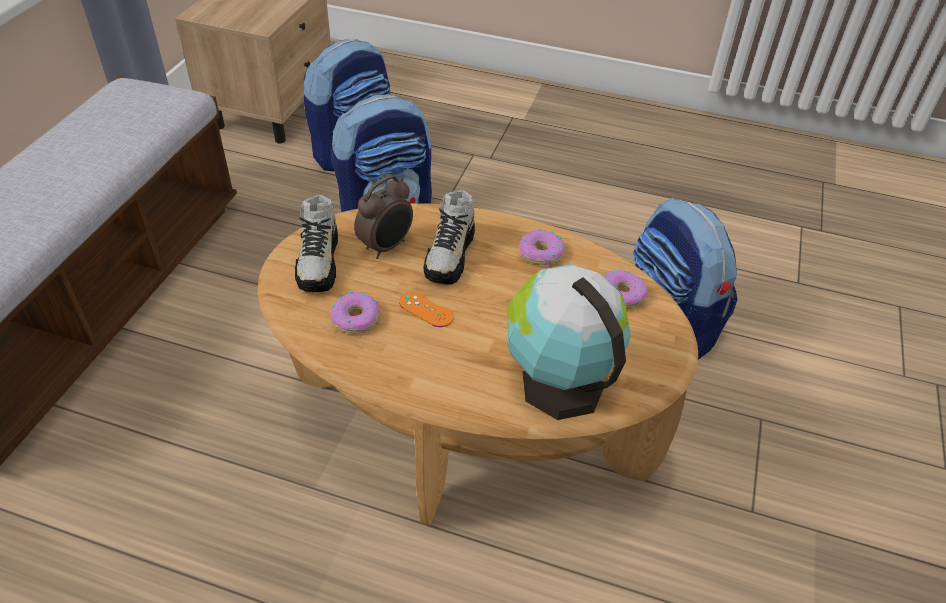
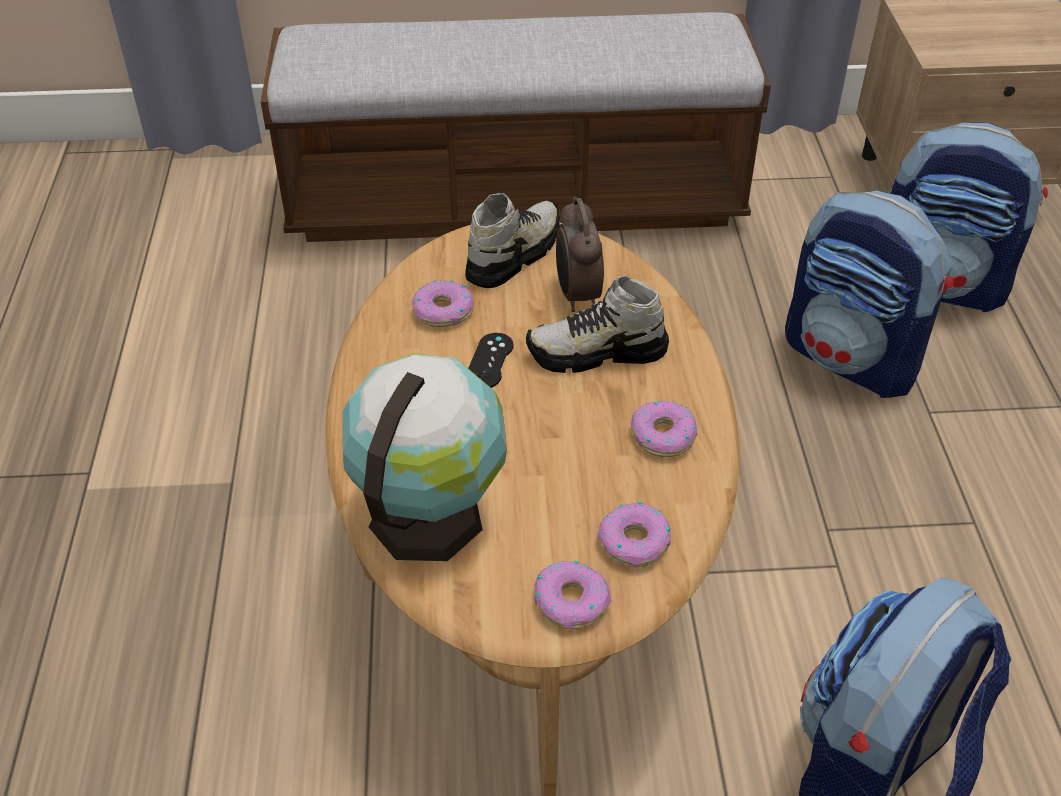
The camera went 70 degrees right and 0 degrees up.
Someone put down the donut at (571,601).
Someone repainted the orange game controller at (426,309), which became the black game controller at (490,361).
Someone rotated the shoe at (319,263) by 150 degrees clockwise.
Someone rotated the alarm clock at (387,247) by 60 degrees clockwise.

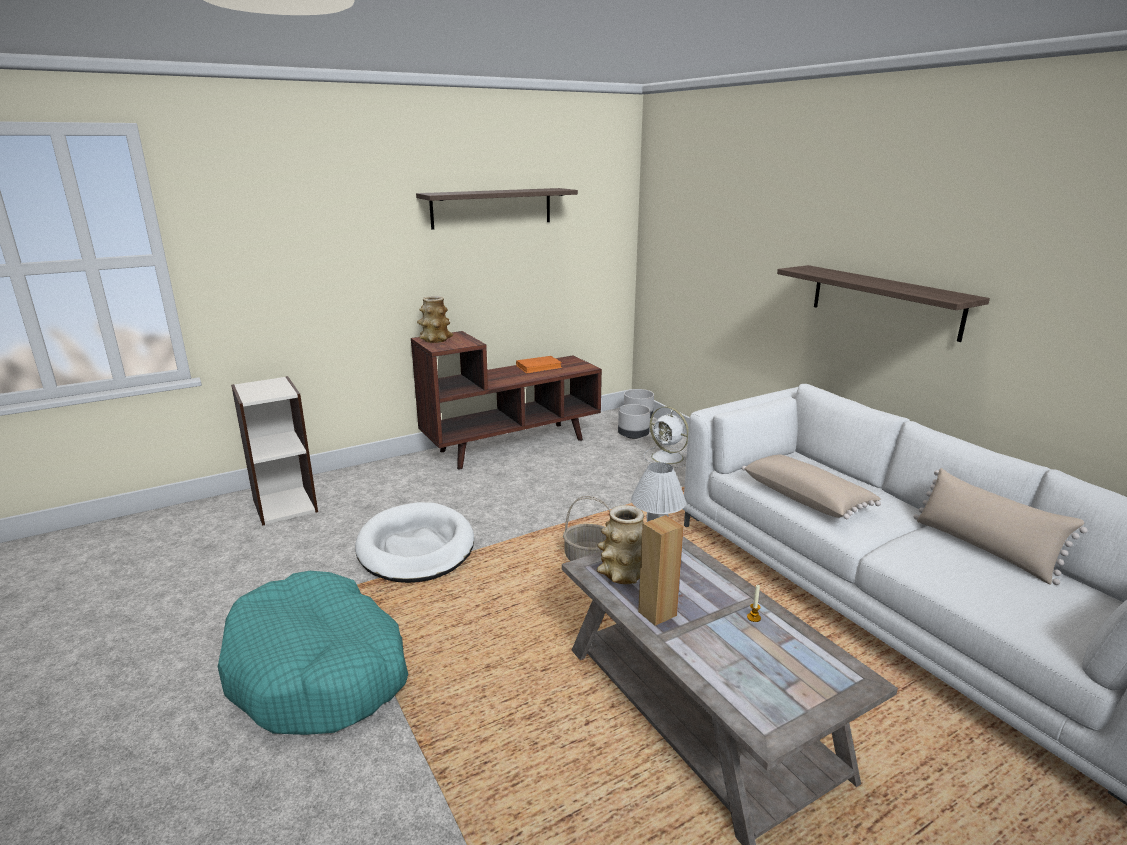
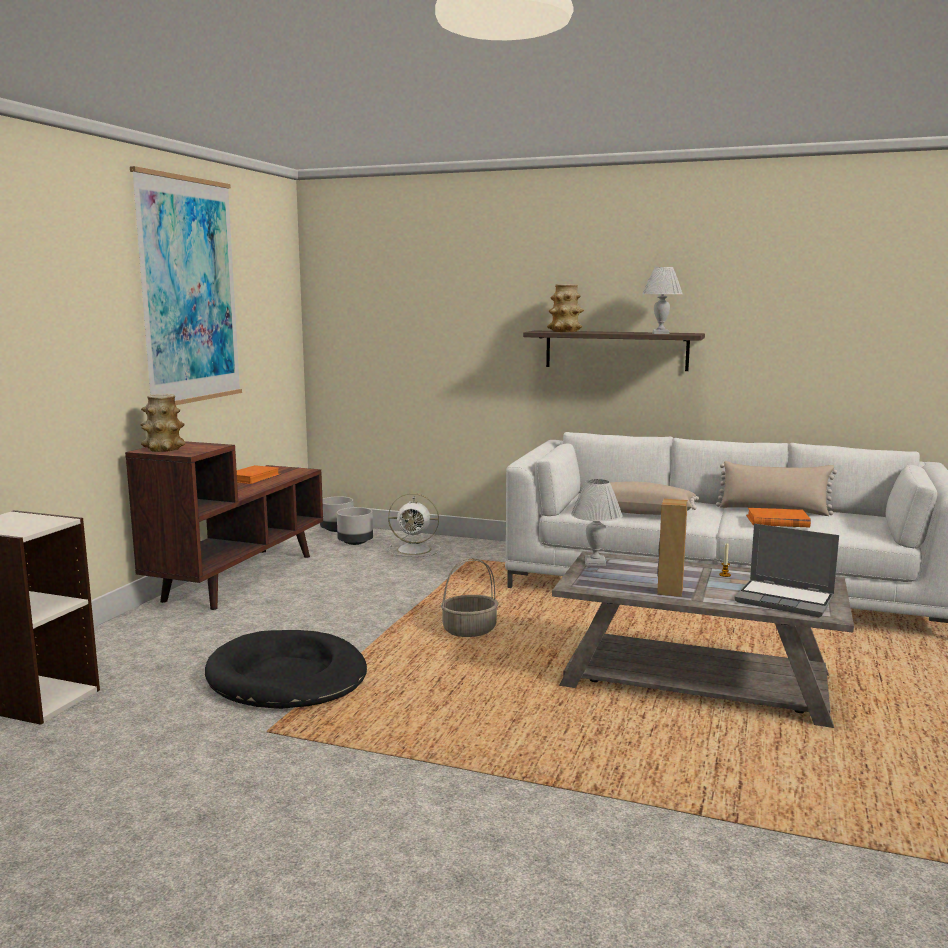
The camera went 40 degrees left and 10 degrees down.
Someone took away the turquoise dog bed at (319,671).
Someone put down the white table lamp at (661,333).
Someone put down the laptop at (786,600).
Someone put down the orange book at (777,521).
Someone carried the vase from (623,574) to (565,331).
Someone swapped the shelf at (492,208) for the picture at (189,291).
Someone repainted the white dog bed at (416,548), which became the black dog bed at (287,677).

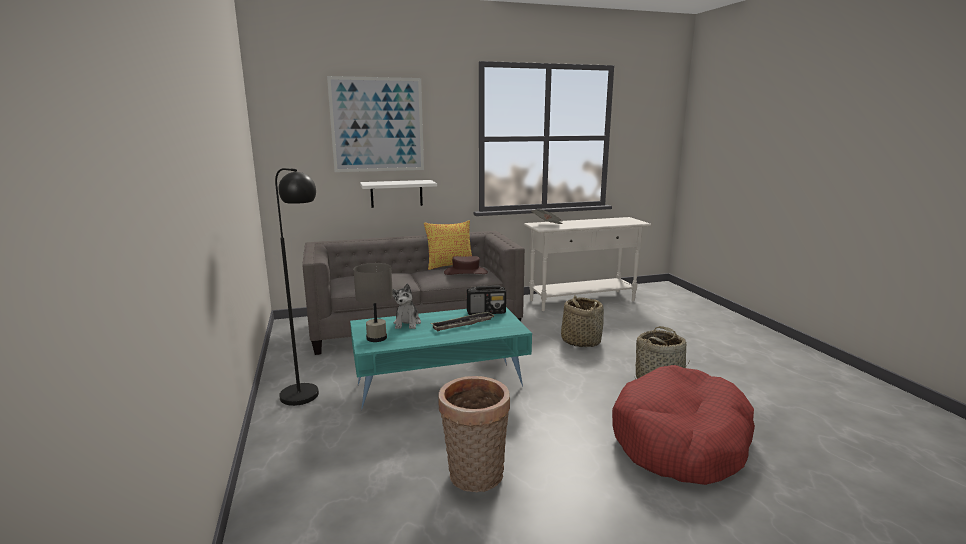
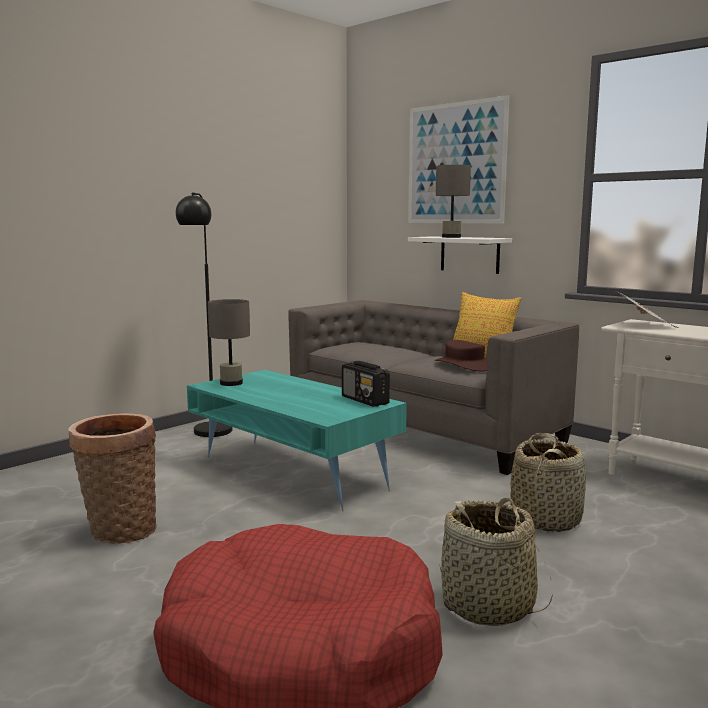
The camera went 60 degrees right and 5 degrees down.
Someone took away the plush toy at (407,323).
Someone took away the tray at (463,324).
Someone put down the grey table lamp at (451,237).

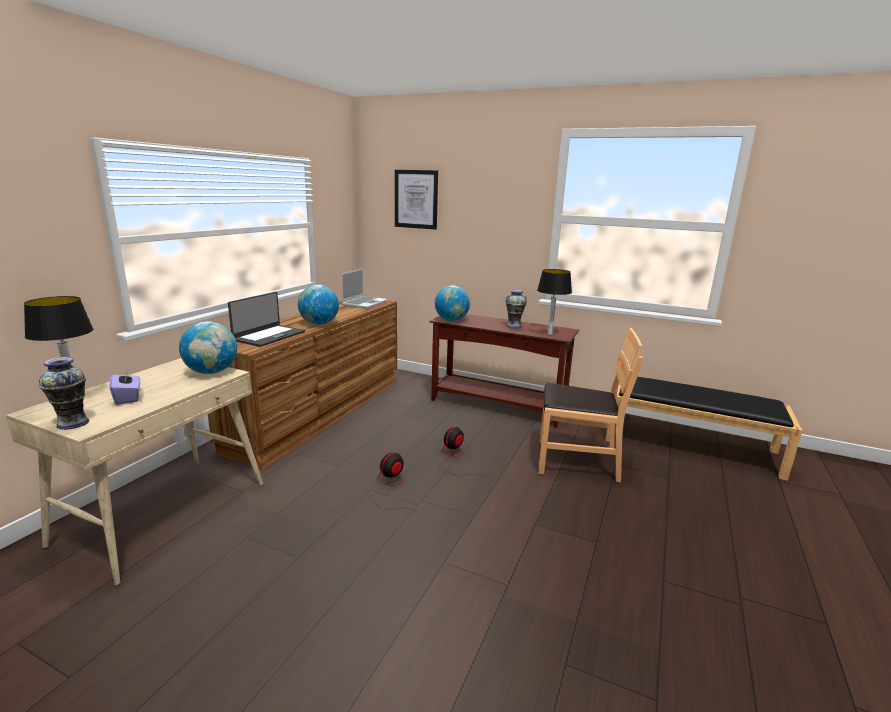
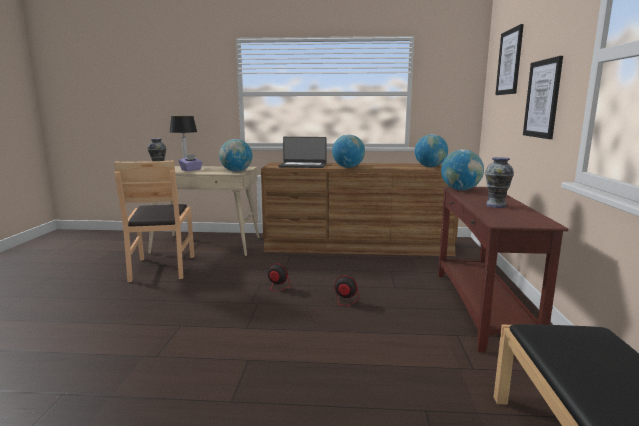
The camera went 70 degrees right and 5 degrees down.
Someone took away the table lamp at (550,334).
Someone put up the picture at (542,99).
Someone carried the brown chair from (577,461) to (162,268).
Someone swapped the laptop at (364,303) for the globe at (430,167).

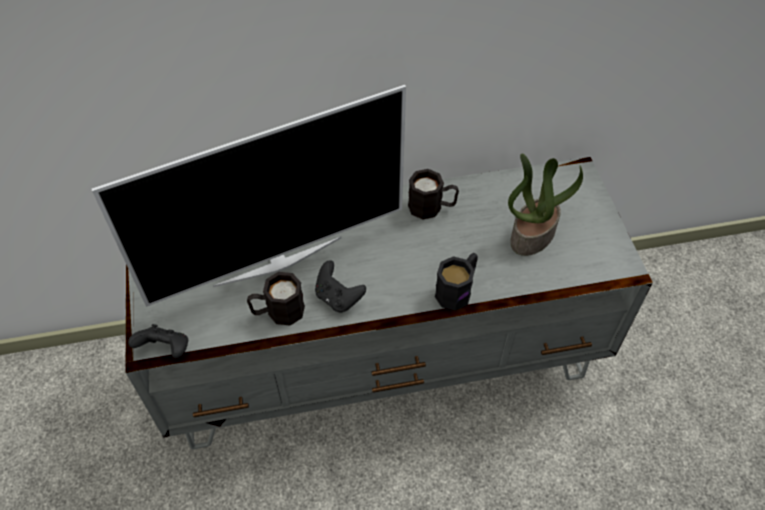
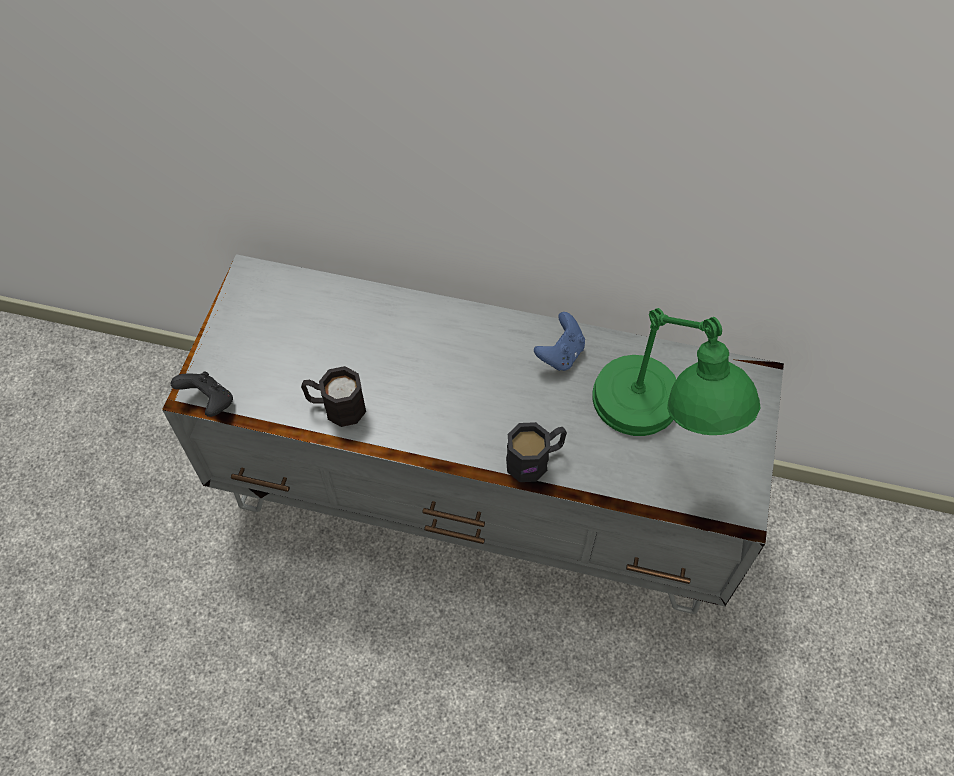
The camera went 25 degrees right and 5 degrees up.
Someone took away the television at (277,260).
Someone took away the black game controller at (338,298).
Someone swapped the black mug at (432,207) for the blue game controller at (560,354).
Someone swapped the potted plant at (532,234) for the green table lamp at (656,430).

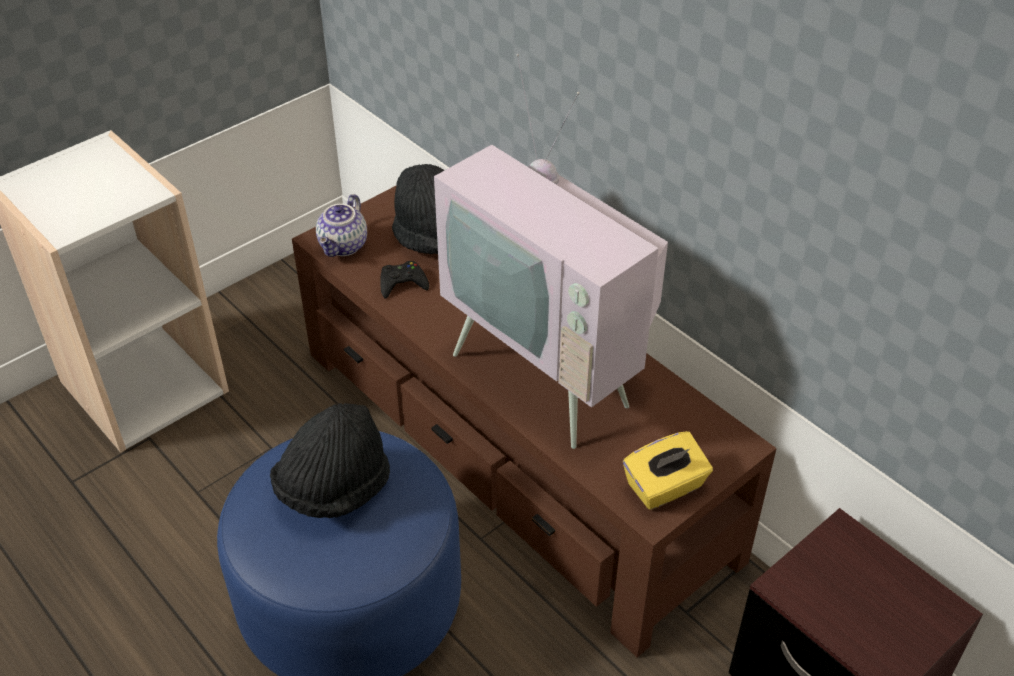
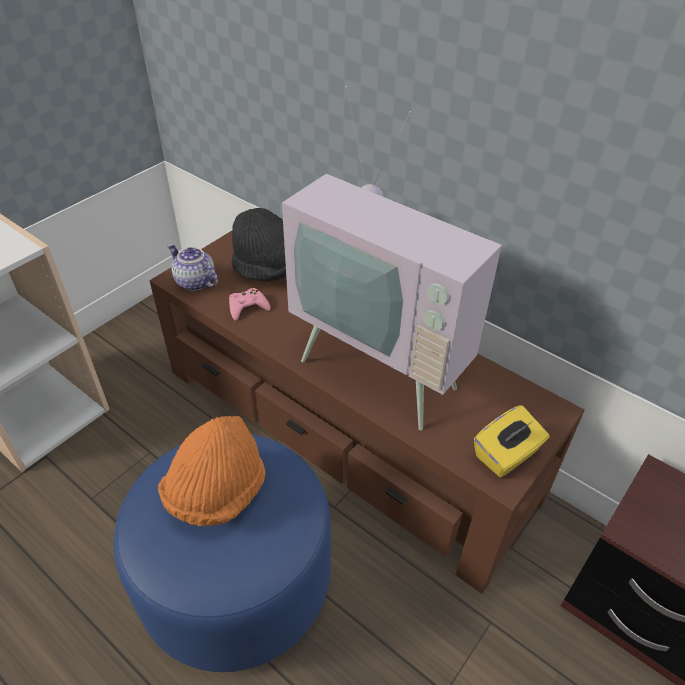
The camera went 10 degrees left and 0 degrees up.
Someone repainted the black hat at (334,488), which became the orange hat at (217,492).
Someone repainted the black game controller at (402,283), which became the pink game controller at (247,307).
Someone rotated the teapot at (344,246) by 120 degrees clockwise.

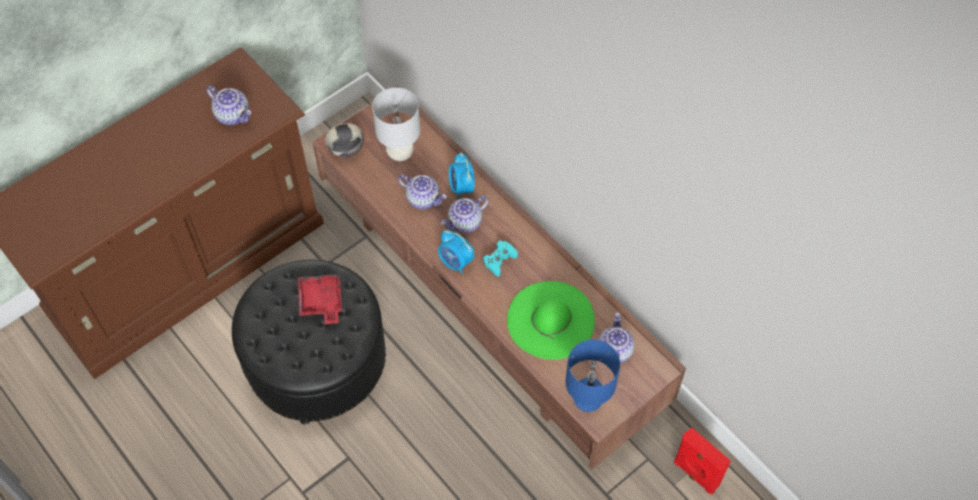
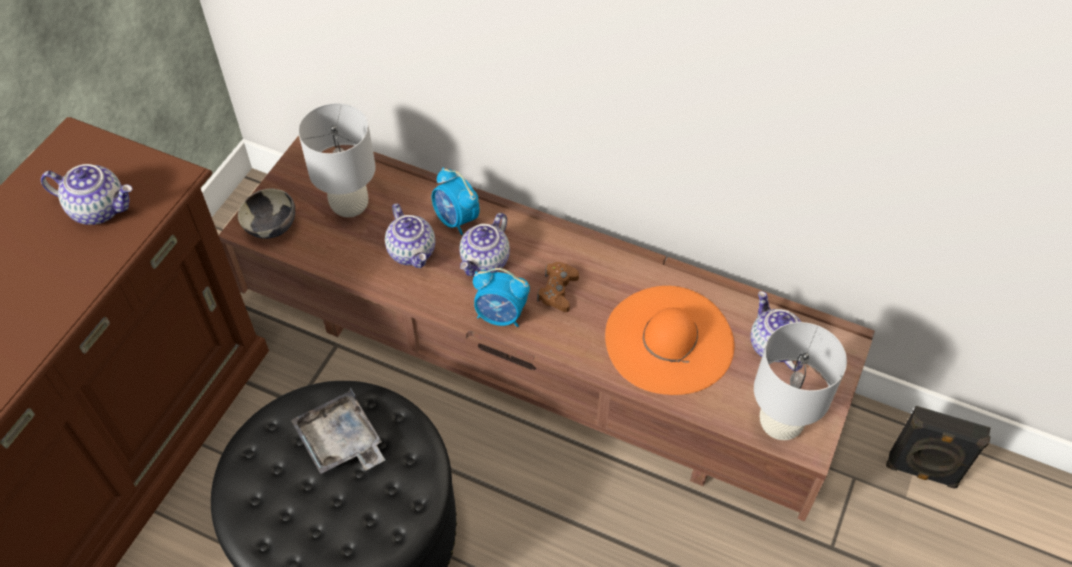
The camera went 25 degrees left and 5 degrees down.
Someone repainted the red tray at (321,302), which became the grey tray at (341,442).
Someone repainted the turquoise game controller at (499,260), which became the brown game controller at (557,291).
Someone repainted the green hat at (550,320), which became the orange hat at (669,340).
Someone repainted the blue table lamp at (586,399), which became the grey table lamp at (777,424).
Someone repainted the red speaker at (695,475), which became the black speaker at (921,472).
Someone rotated the teapot at (423,199) by 60 degrees clockwise.

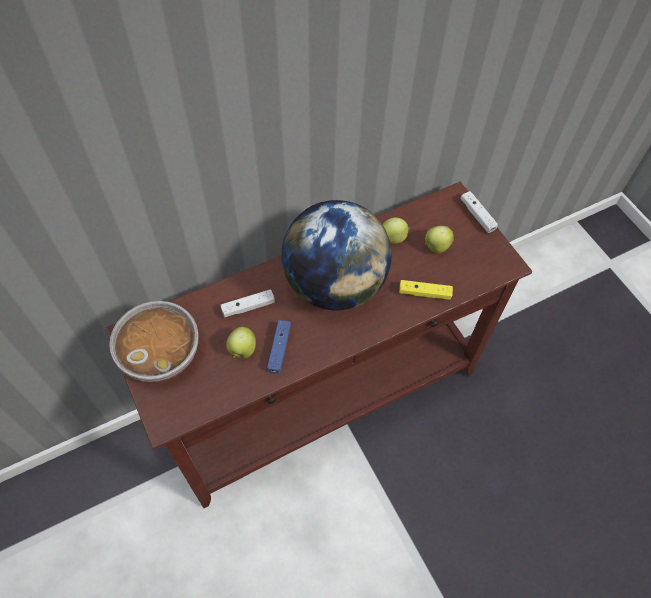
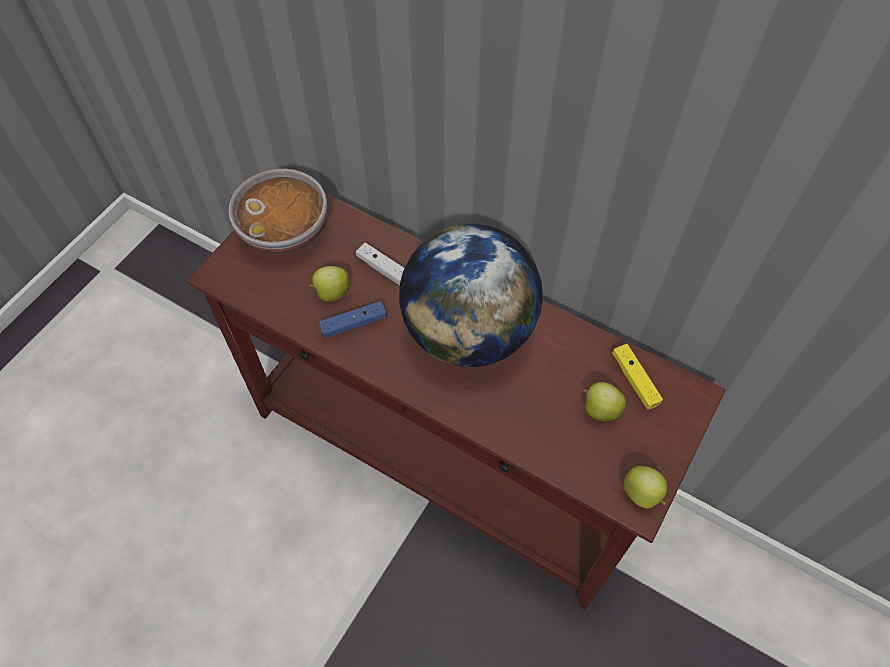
The camera went 60 degrees right and 0 degrees up.
Someone took away the white game controller at (477,215).
Someone carried the apple from (393,238) to (642,494).
Someone carried the yellow game controller from (424,293) to (635,380).

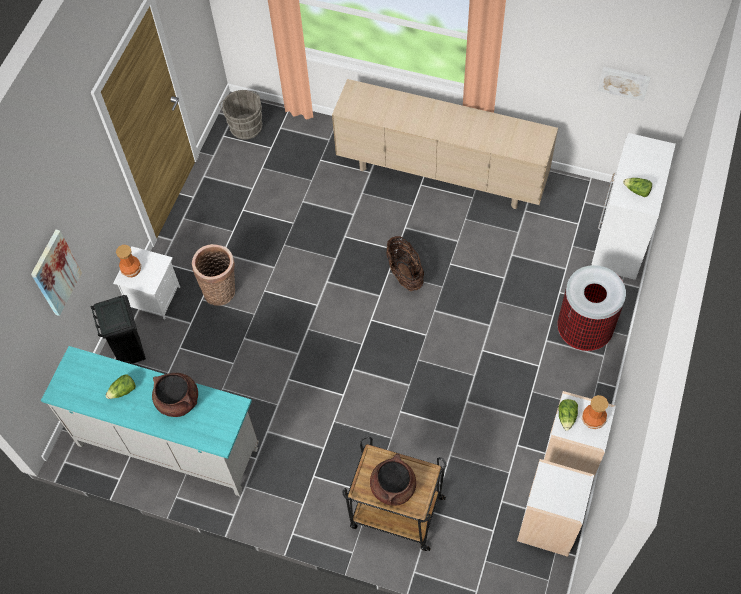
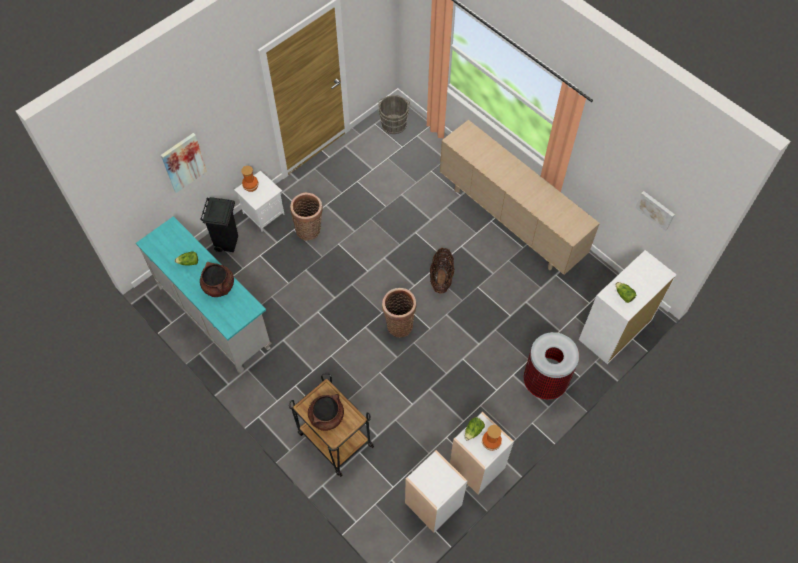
The camera went 25 degrees right and 0 degrees up.
Someone put down the basket at (399,324).

